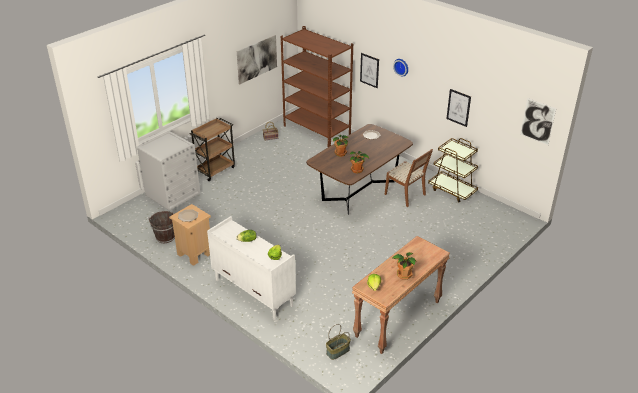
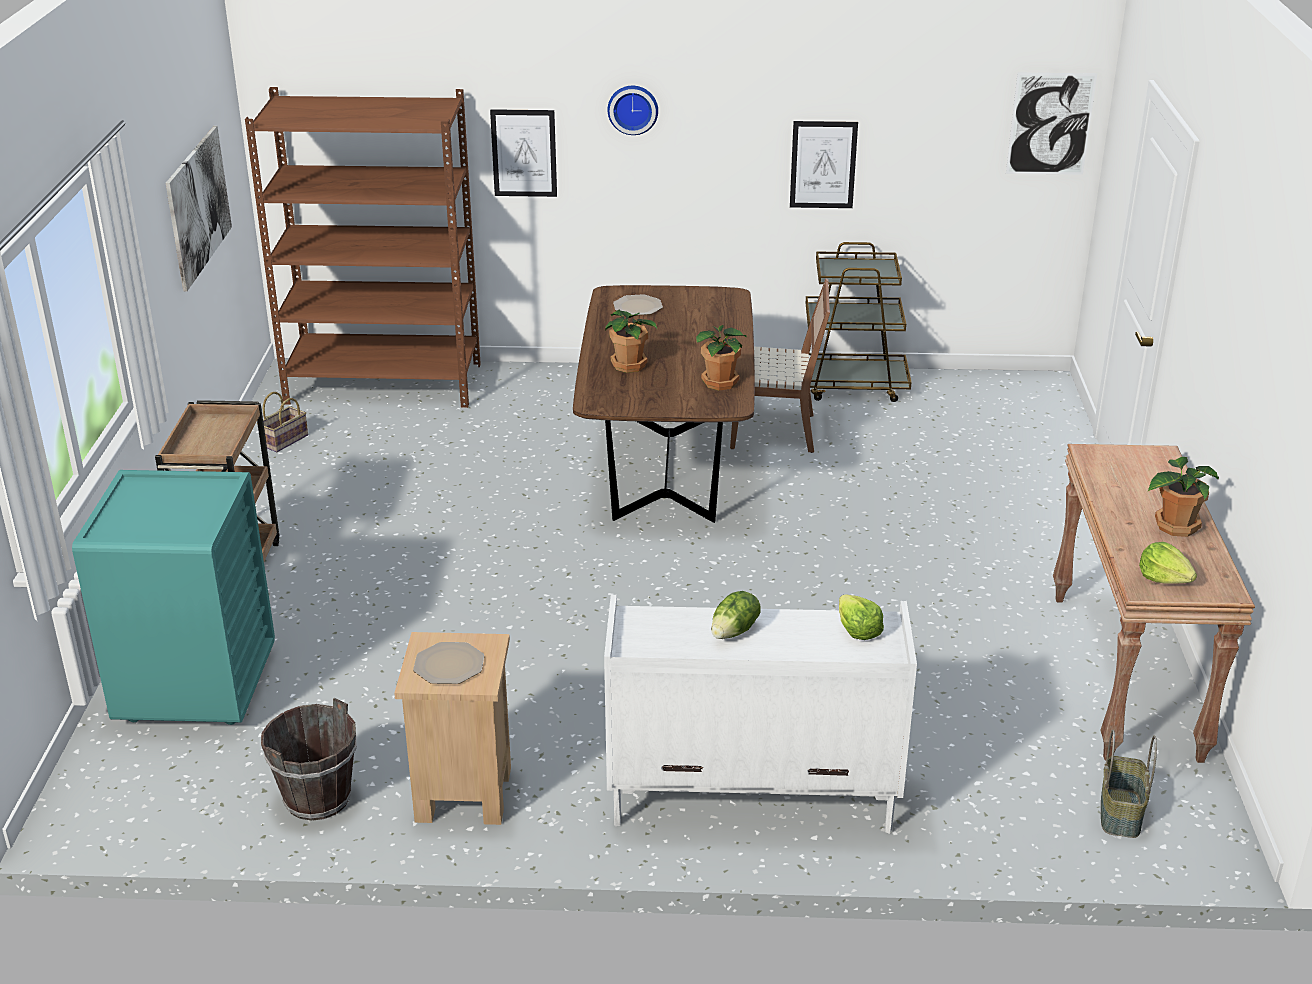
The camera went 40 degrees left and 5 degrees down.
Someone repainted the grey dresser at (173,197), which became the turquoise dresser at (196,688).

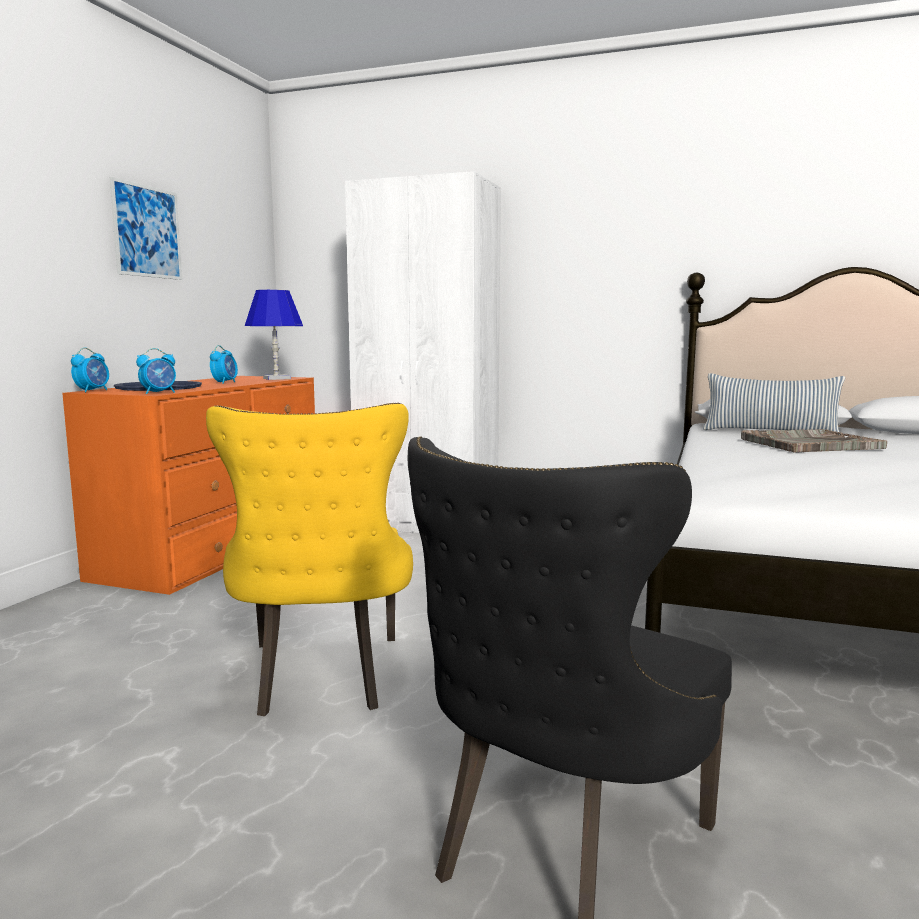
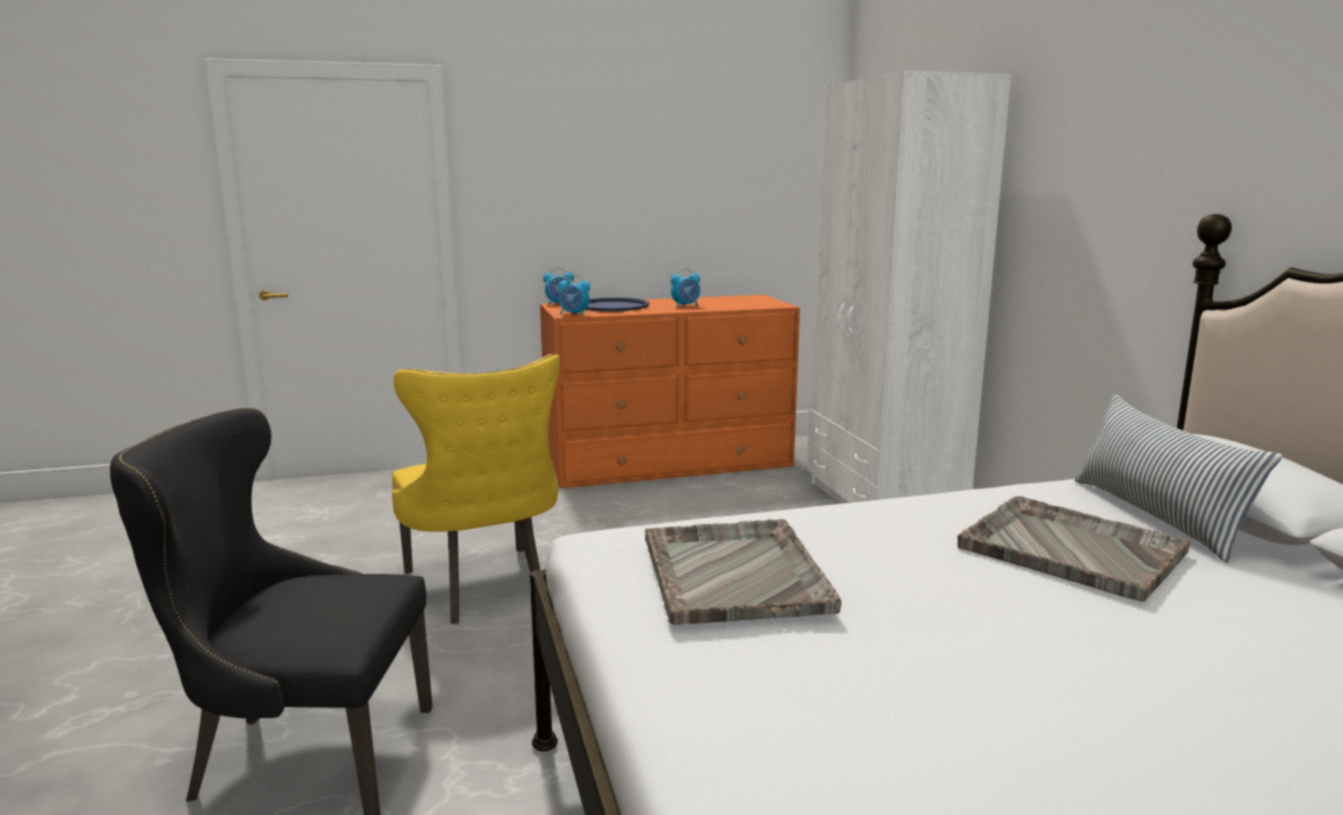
The camera went 55 degrees right and 5 degrees up.
Someone took away the picture at (147,231).
Someone took away the blue table lamp at (276,378).
Someone put down the grey tray at (734,573).
Someone rotated the yellow chair at (323,676) by 75 degrees counterclockwise.

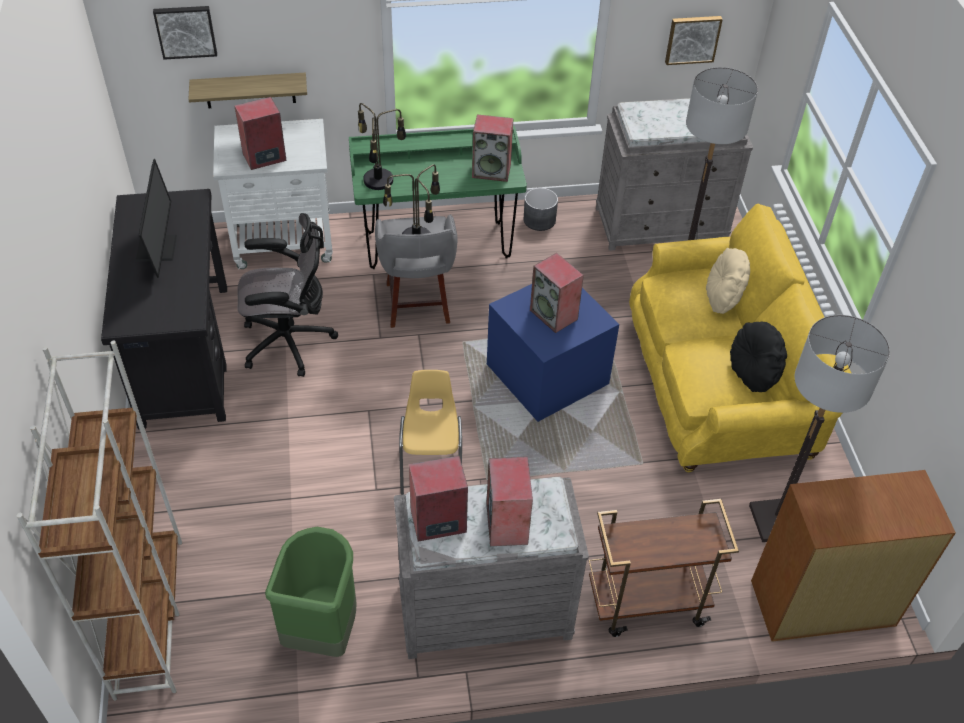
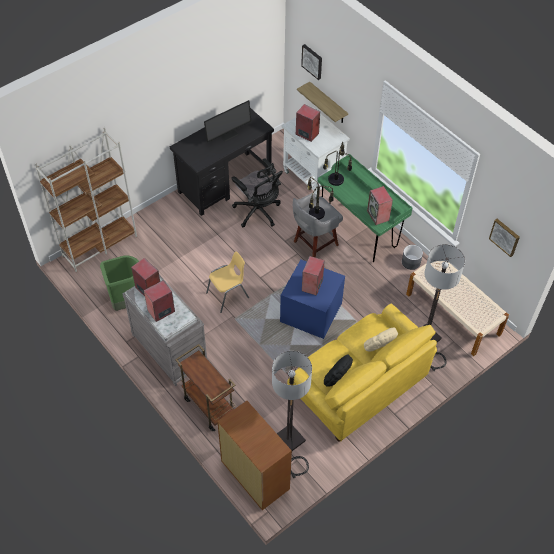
The camera went 60 degrees right and 5 degrees up.
Someone swapped the grey dresser at (661,224) for the beige bench at (453,314).

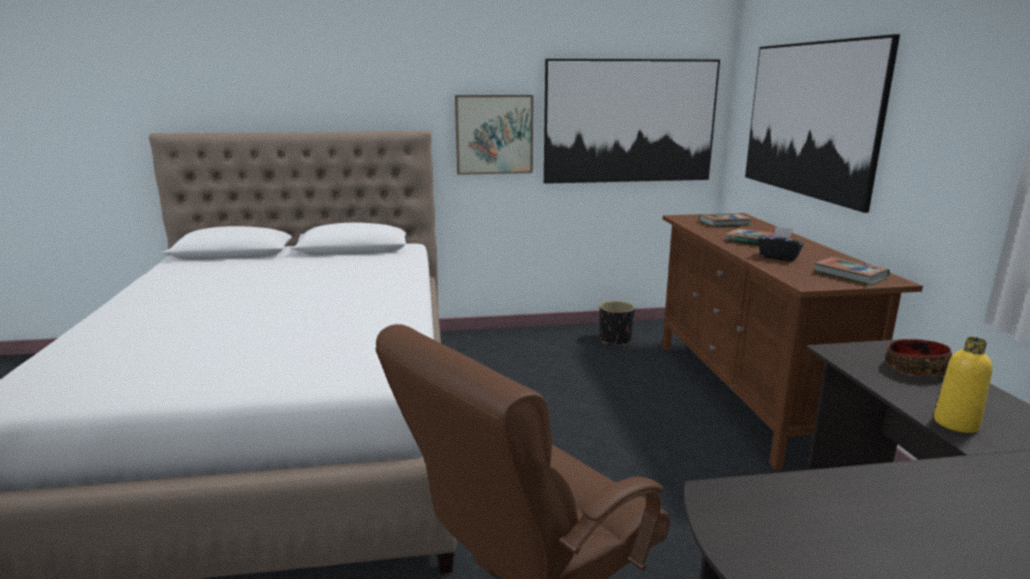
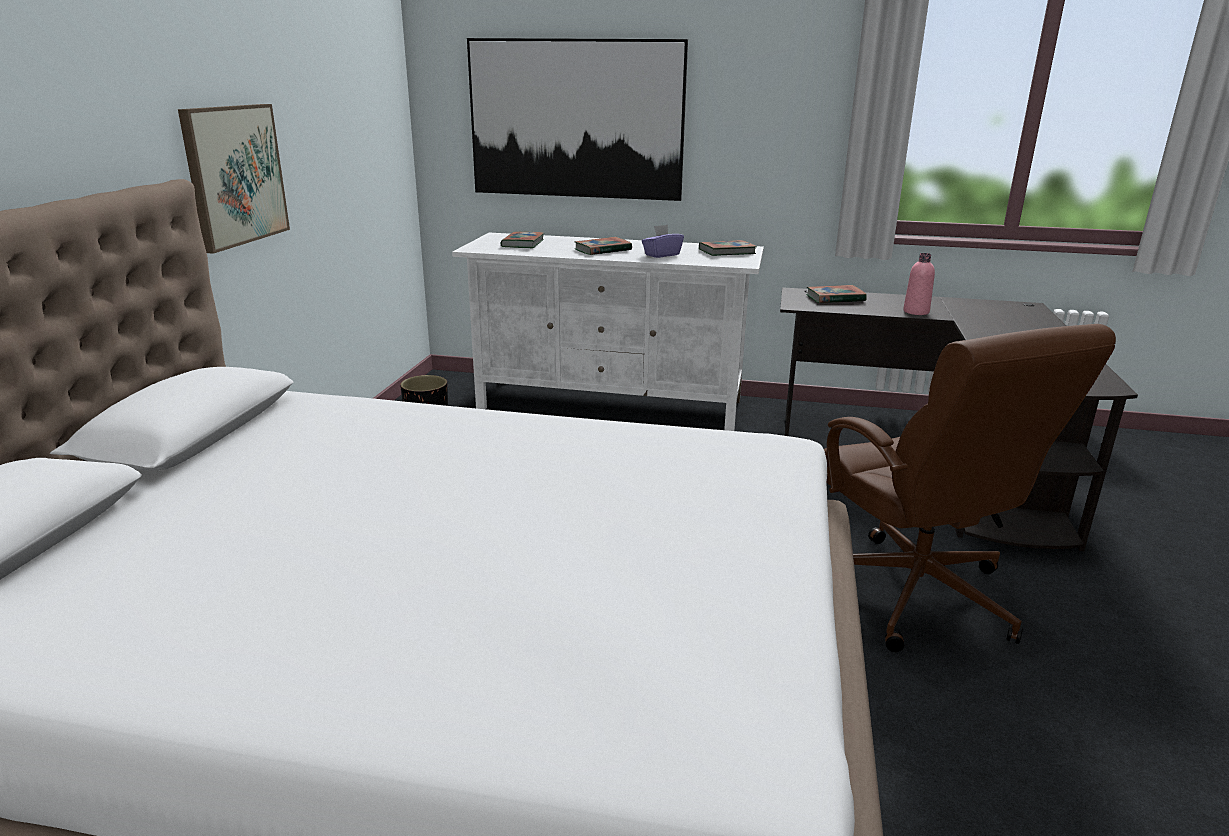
The camera went 70 degrees left and 5 degrees up.
Someone took away the picture at (630,121).
Someone swapped the bowl at (915,369) for the book at (835,298).
Someone repainted the brown dresser at (747,394), which became the white dresser at (610,405).
Someone repainted the black tissue box at (779,257), which became the purple tissue box at (661,255).
Someone repainted the yellow bottle at (956,423), which became the pink bottle at (916,312).

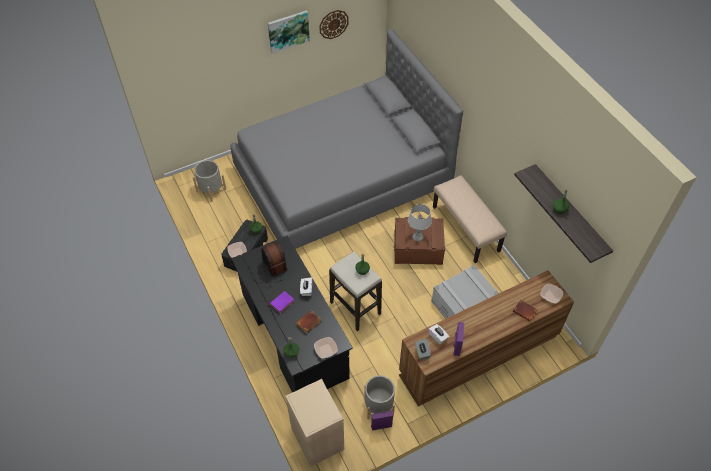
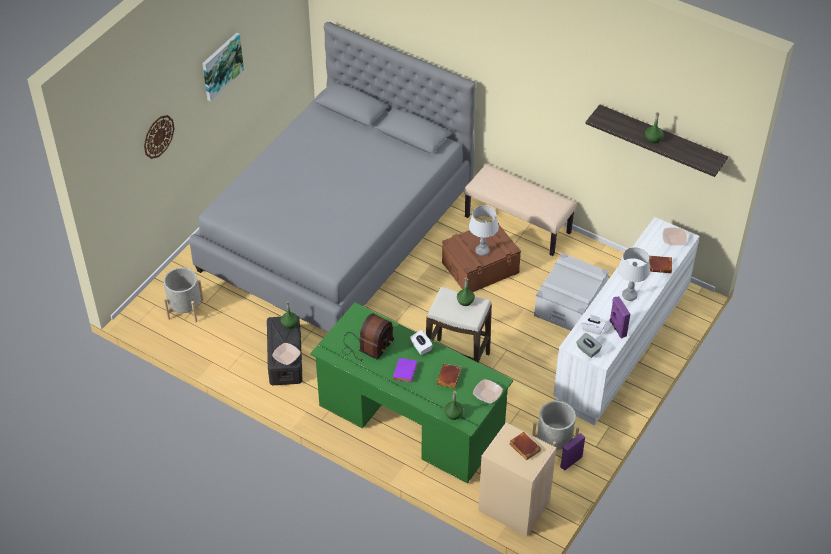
The camera went 30 degrees left and 5 degrees down.
Someone put down the brown book at (523,447).
Someone put down the grey table lamp at (629,295).
Someone carried the wall clock from (333,24) to (158,136).
Someone repainted the black desk at (293,336), which became the green desk at (410,420).
Someone repainted the brown dresser at (479,357), which became the white dresser at (622,348).
Someone rotated the radio at (271,271) by 90 degrees clockwise.

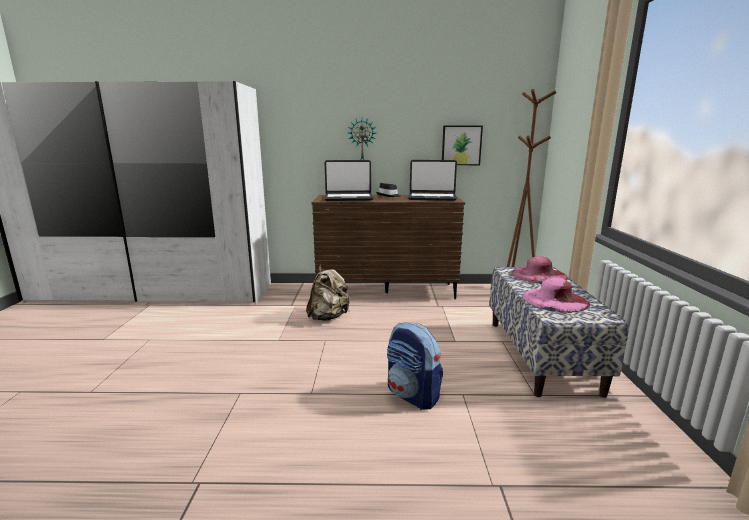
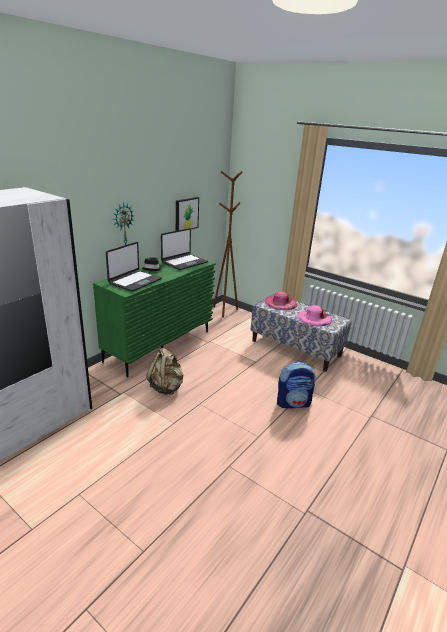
The camera went 55 degrees left and 10 degrees up.
Someone repainted the brown dresser at (387,292), which became the green dresser at (160,346).

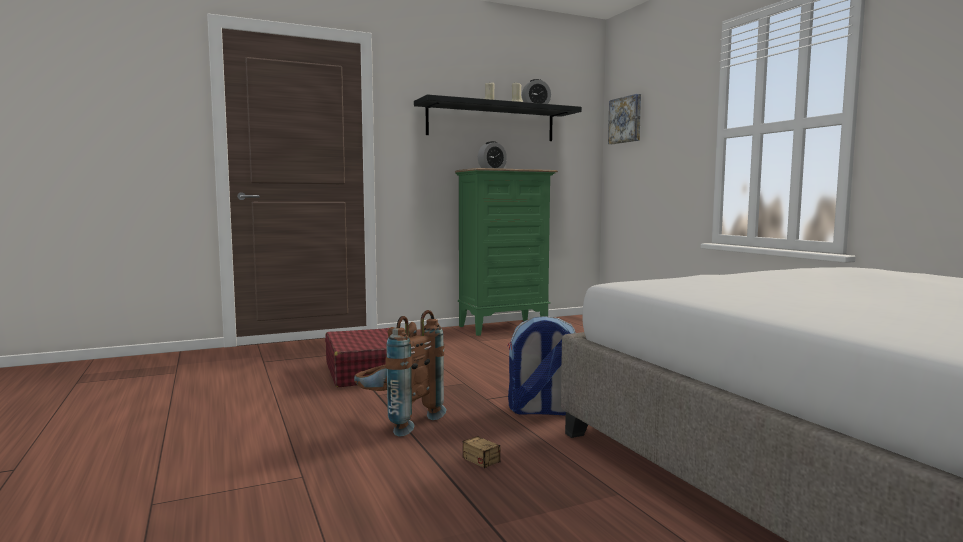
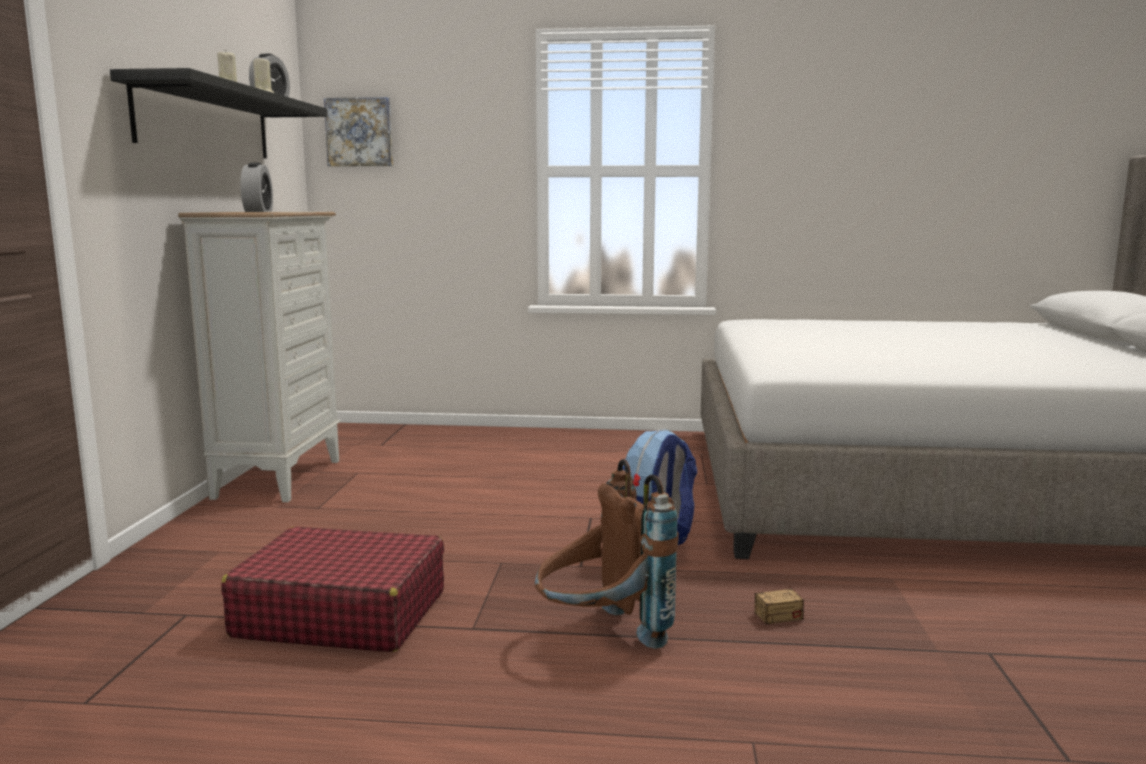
The camera went 60 degrees left and 5 degrees up.
Someone repainted the green dresser at (505,327), which became the white dresser at (282,478).

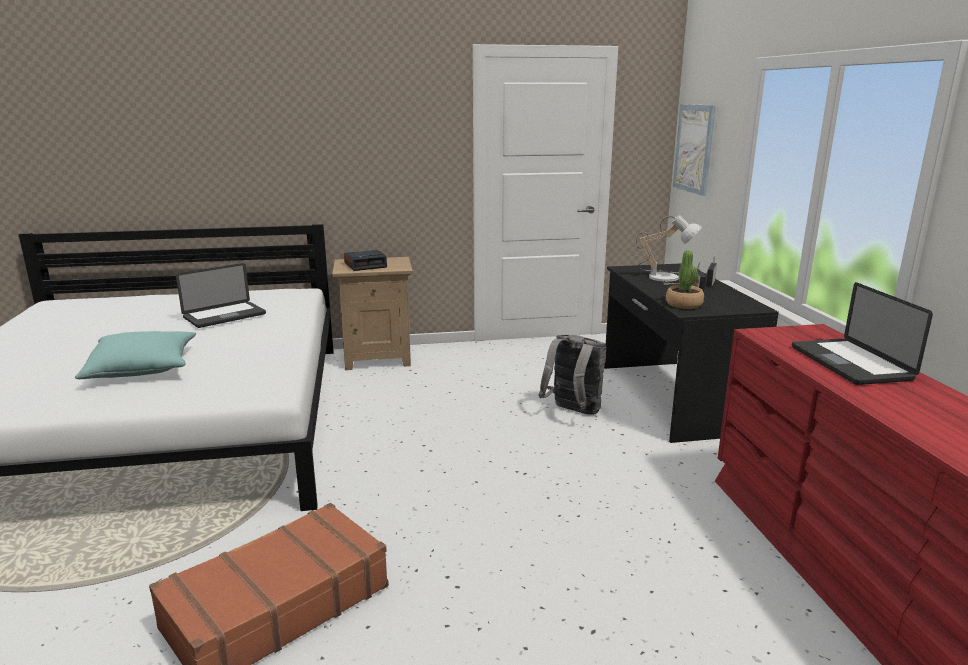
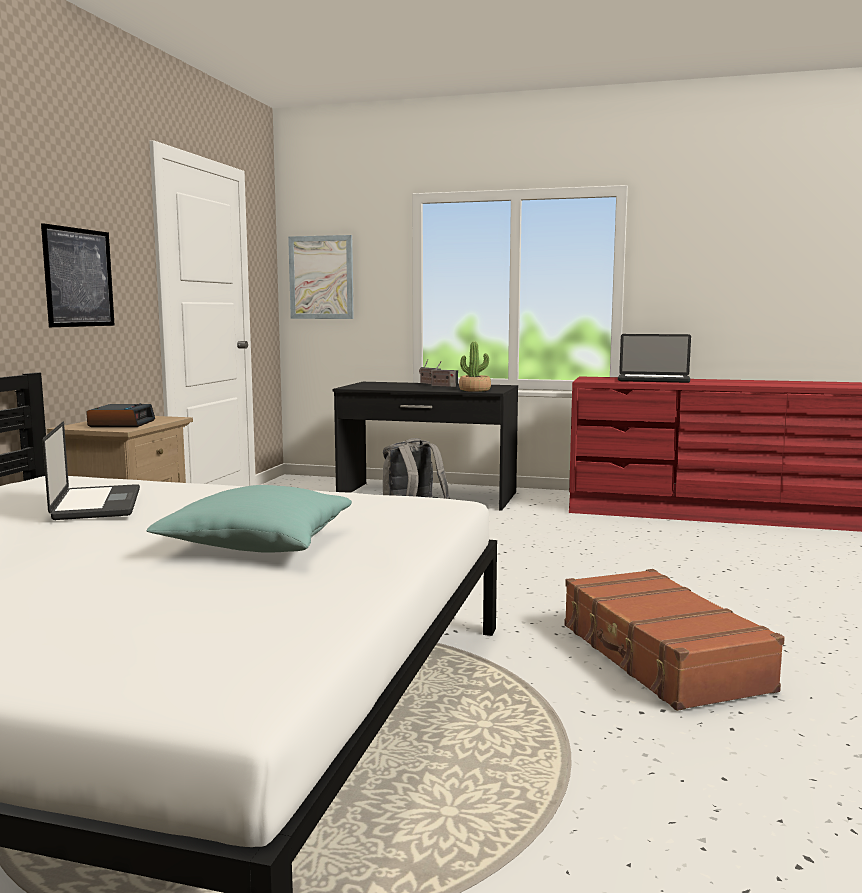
The camera went 65 degrees left and 10 degrees down.
Someone took away the table lamp at (665,277).
Someone put up the picture at (79,277).

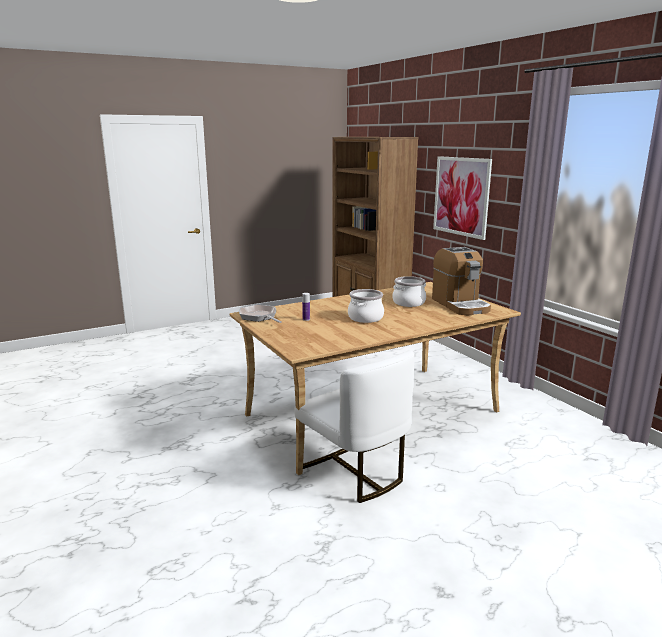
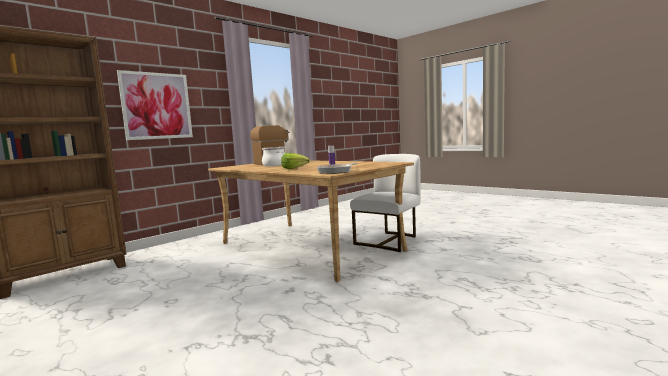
The camera went 105 degrees left and 10 degrees down.
Someone took away the cooking pot at (365,318).
Someone put down the lettuce at (294,168).

